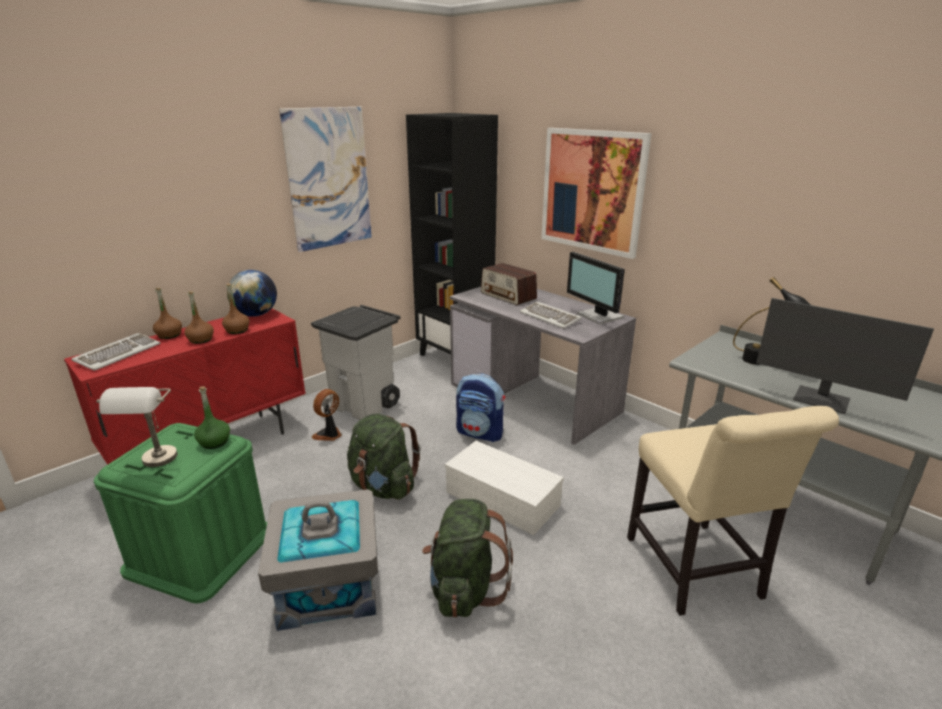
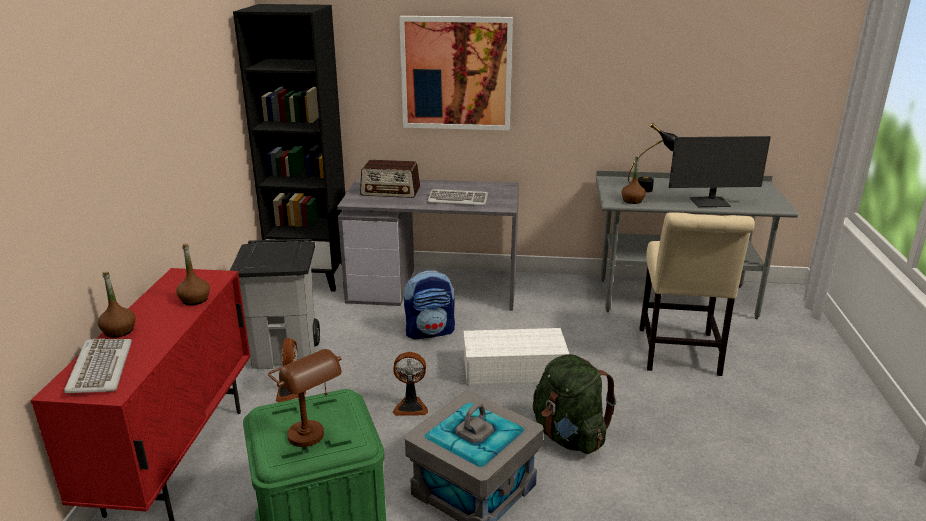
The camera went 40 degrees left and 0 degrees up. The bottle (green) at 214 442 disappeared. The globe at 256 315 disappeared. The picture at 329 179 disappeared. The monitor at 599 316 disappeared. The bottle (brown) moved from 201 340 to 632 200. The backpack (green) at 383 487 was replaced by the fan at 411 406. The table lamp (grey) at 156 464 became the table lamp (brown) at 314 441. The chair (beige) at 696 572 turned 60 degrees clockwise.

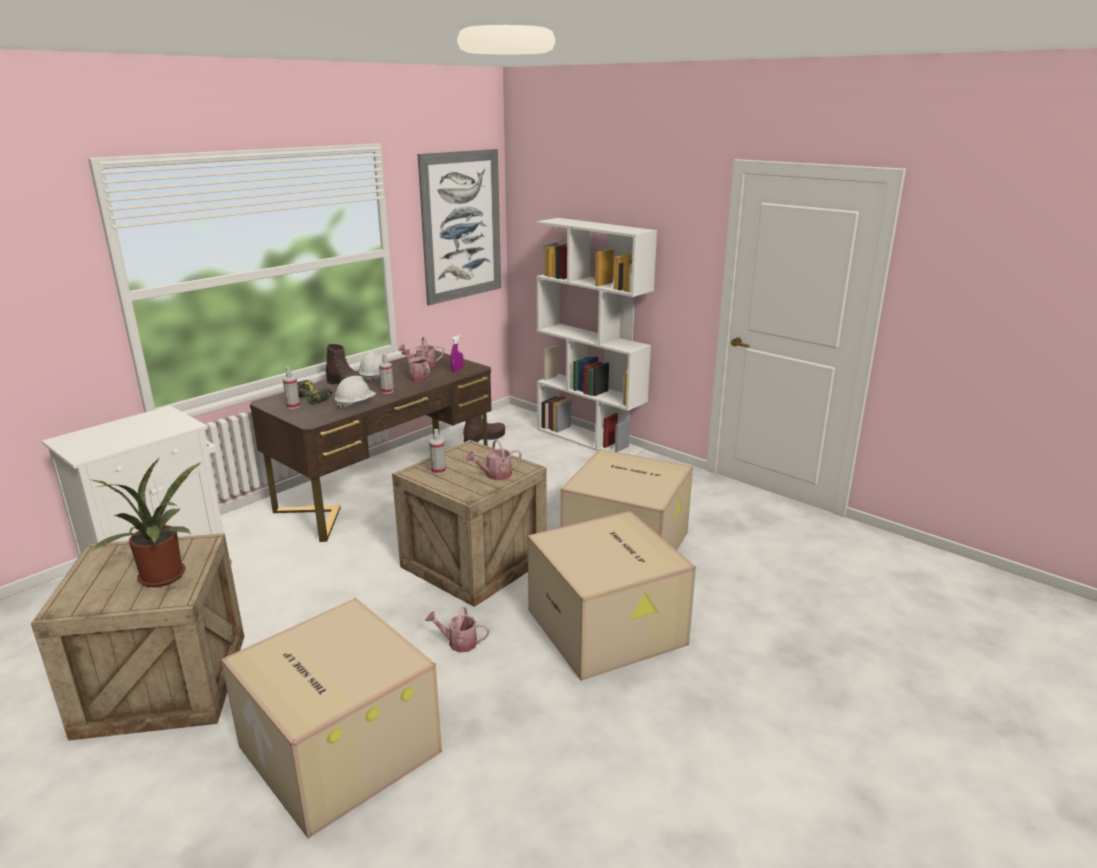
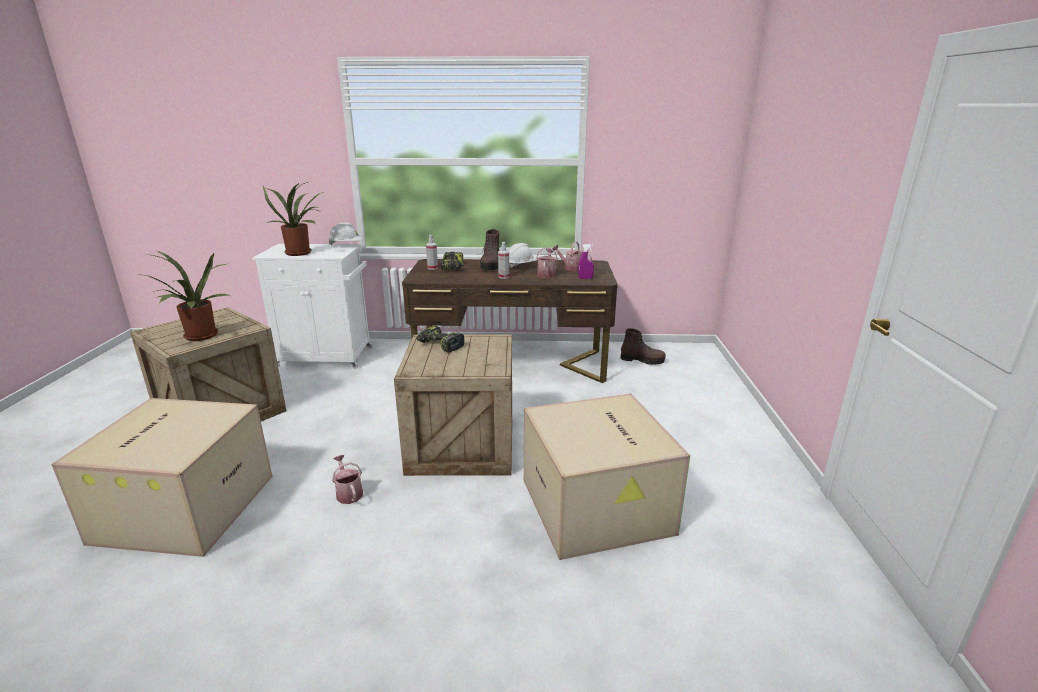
The camera went 50 degrees right and 0 degrees up. The picture at 461 226 disappeared. The watering can at 495 475 disappeared. The cardboard box at 608 627 disappeared. The bookcase (white) at 590 440 disappeared. The potted plant at 300 252 appeared. The hard hat (white) moved from 355 404 to 346 245. The spray bottle at 438 471 was replaced by the power drill at 439 345.

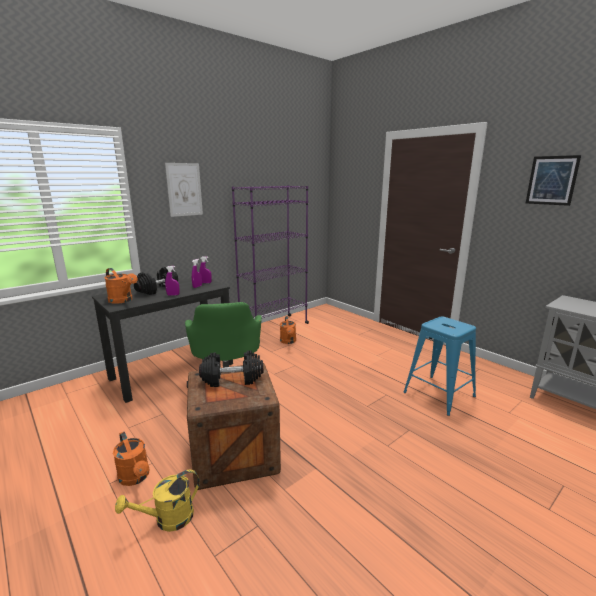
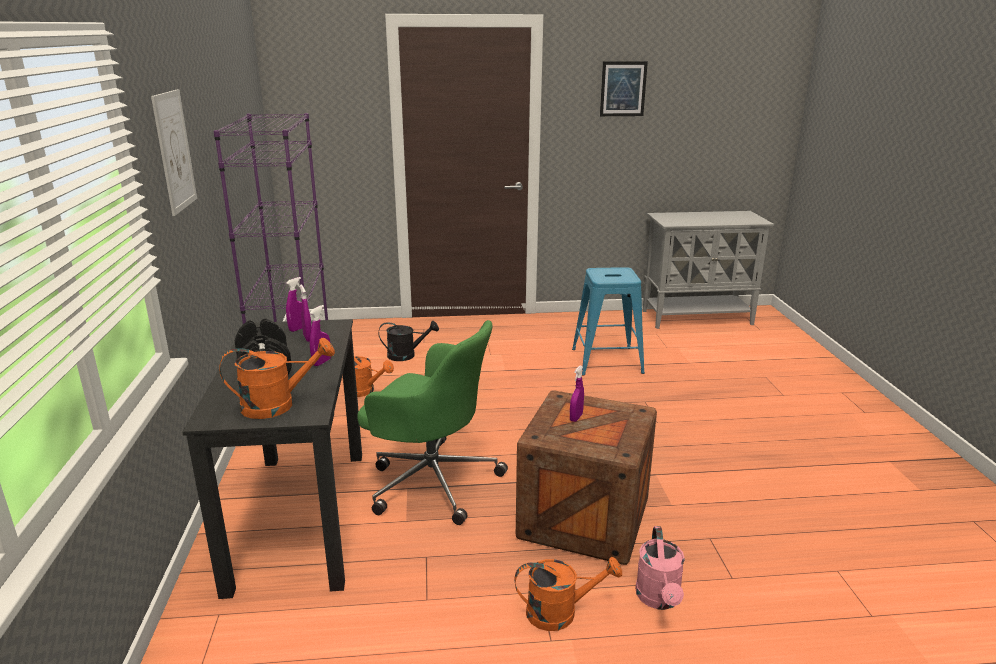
The camera went 55 degrees left and 5 degrees up. The watering can (black) at 406 355 appeared. The dumbbell (black) at 232 379 was replaced by the spray bottle (purple) at 576 418. The watering can (yellow) at 167 520 became the watering can (pink) at 659 599.

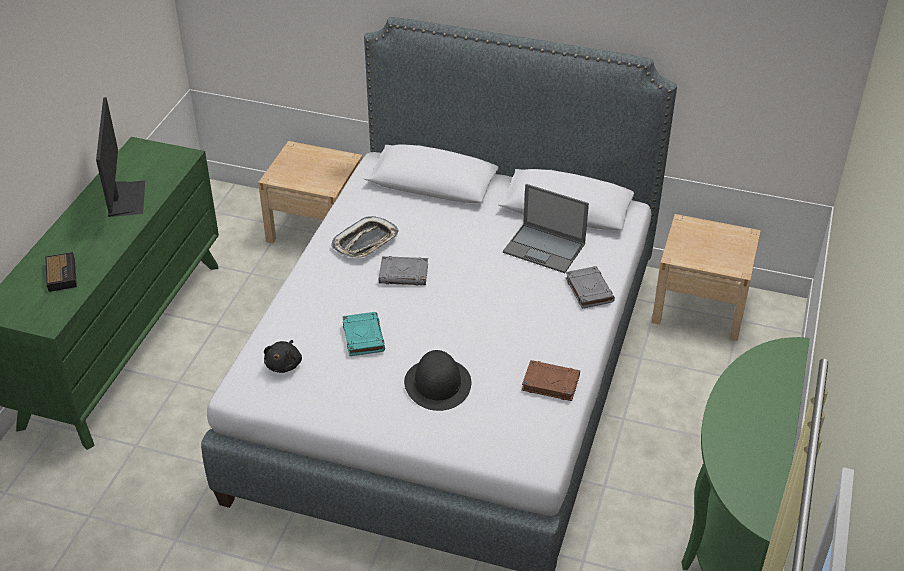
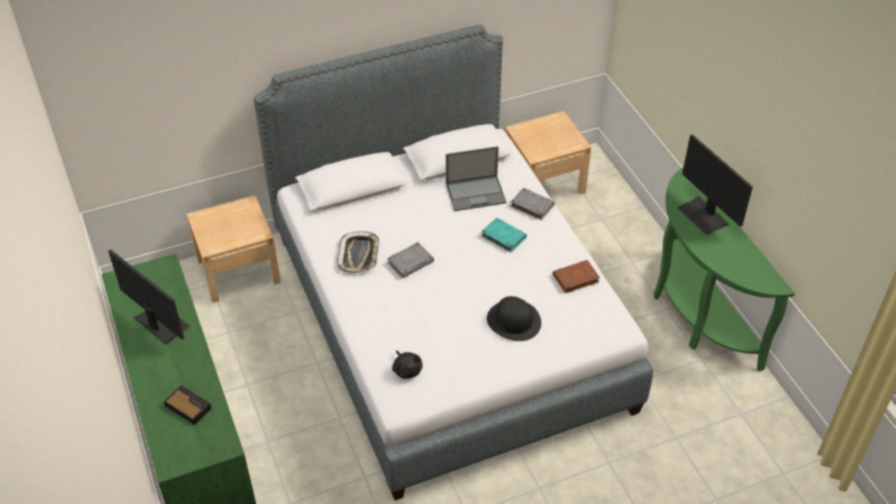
The camera went 40 degrees left and 5 degrees up. The monitor at 703 215 appeared. The book (turquoise) moved from 363 336 to 503 237.

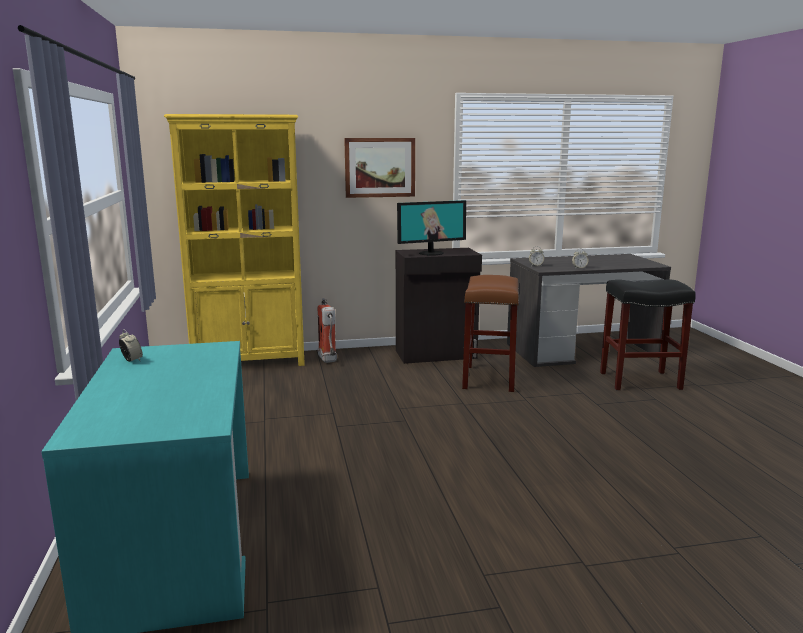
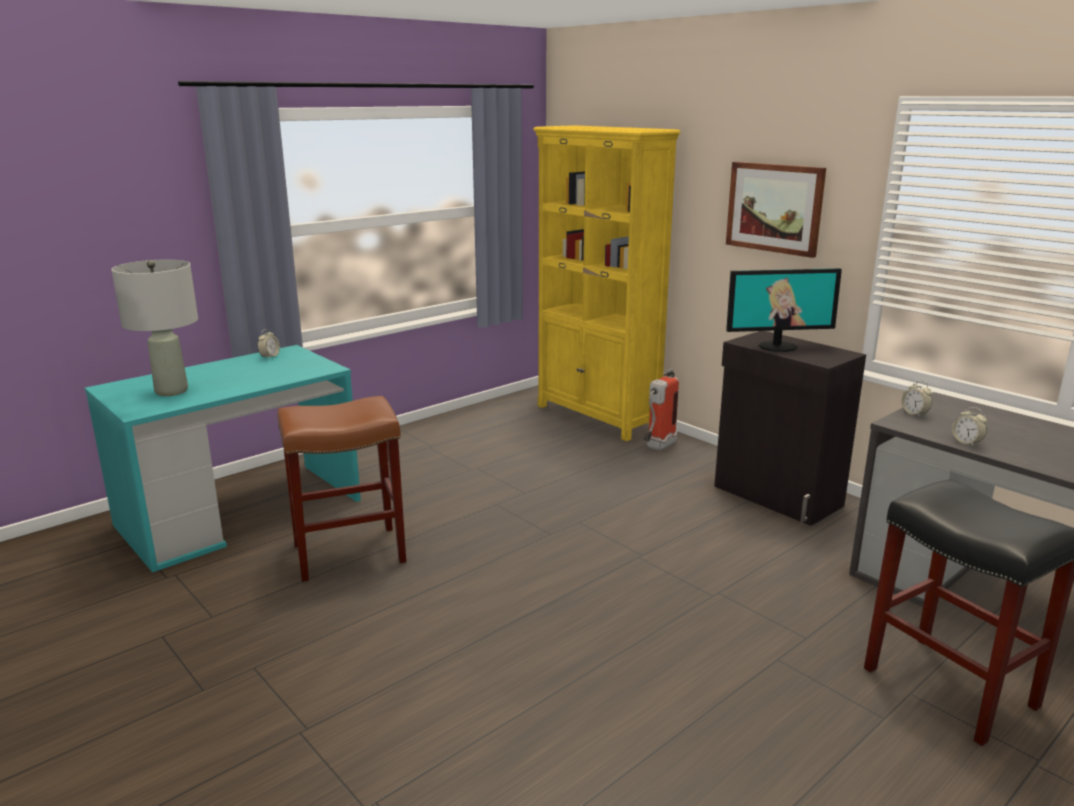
The camera went 60 degrees right and 5 degrees up. The table lamp (grey) at 171 391 appeared. The stool (brown) moved from 489 379 to 347 553. The monitor at 431 253 turned 45 degrees counterclockwise.

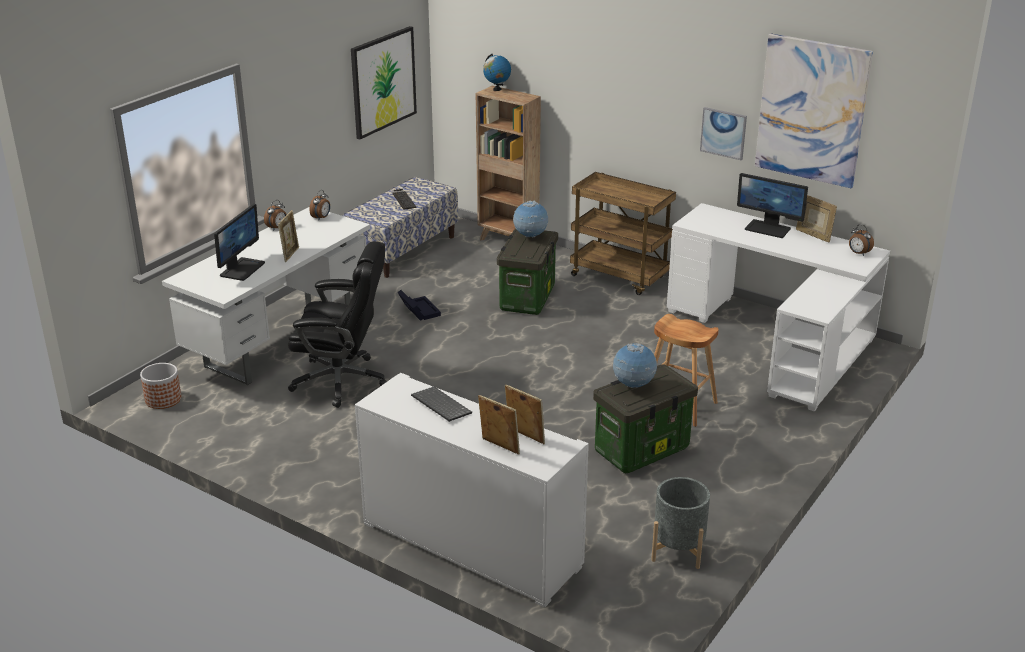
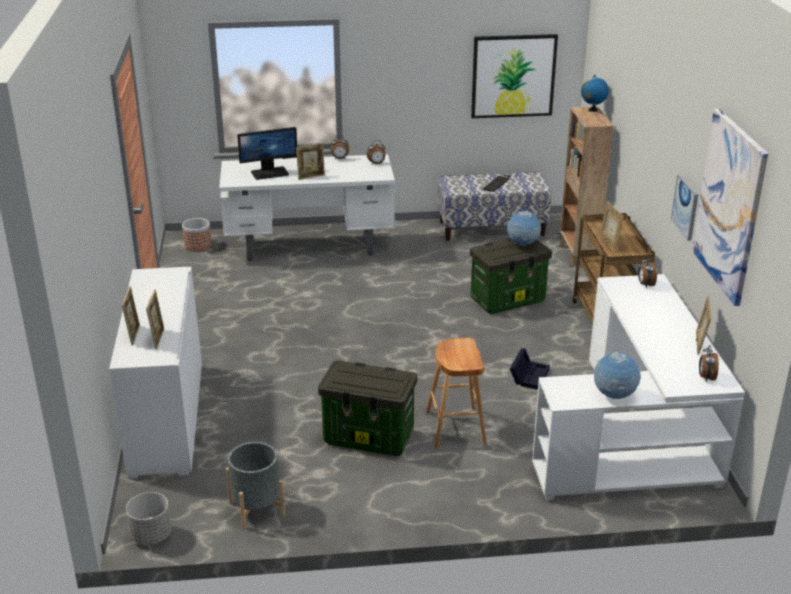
The camera went 50 degrees right and 0 degrees up. The office chair (black) at 342 381 disappeared. The keyboard at 439 405 disappeared. The monitor at 768 228 disappeared. The planter (grey) at 151 535 appeared. The picture frame at 609 242 appeared. The alarm clock at 645 284 appeared. The storage box (black) moved from 418 310 to 529 375. The globe moved from 633 386 to 614 396.

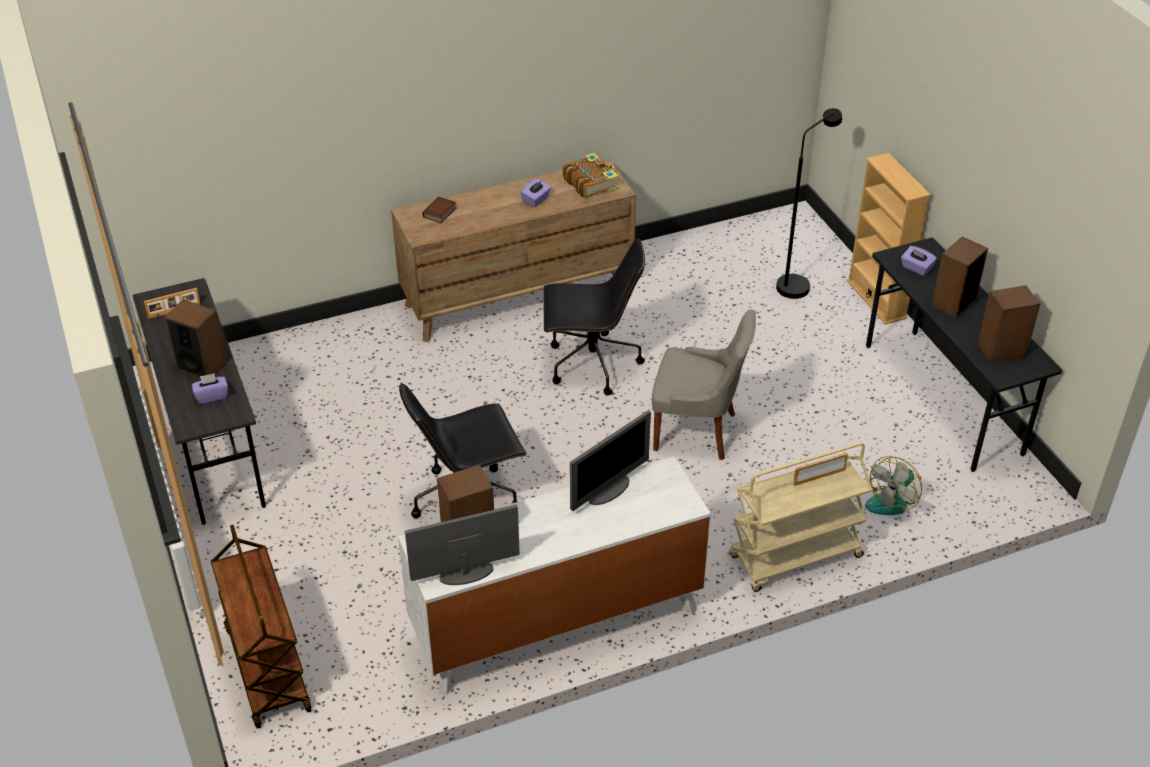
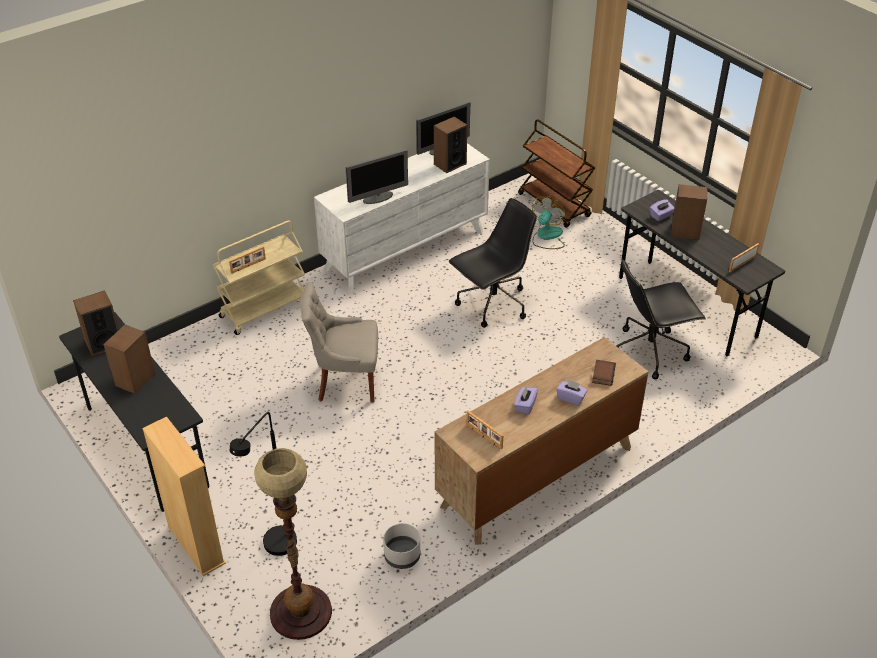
The camera went 165 degrees right and 0 degrees up. The floor lamp at 300 612 appeared. The planter (grey) at 401 556 appeared. The office chair (black) moved from 591 364 to 650 351. The fan moved from 892 500 to 547 237. The tissue box (purple) moved from 916 268 to 571 398. The book at 590 183 was replaced by the picture frame at 483 436. The monitor at 609 490 turned 150 degrees counterclockwise.

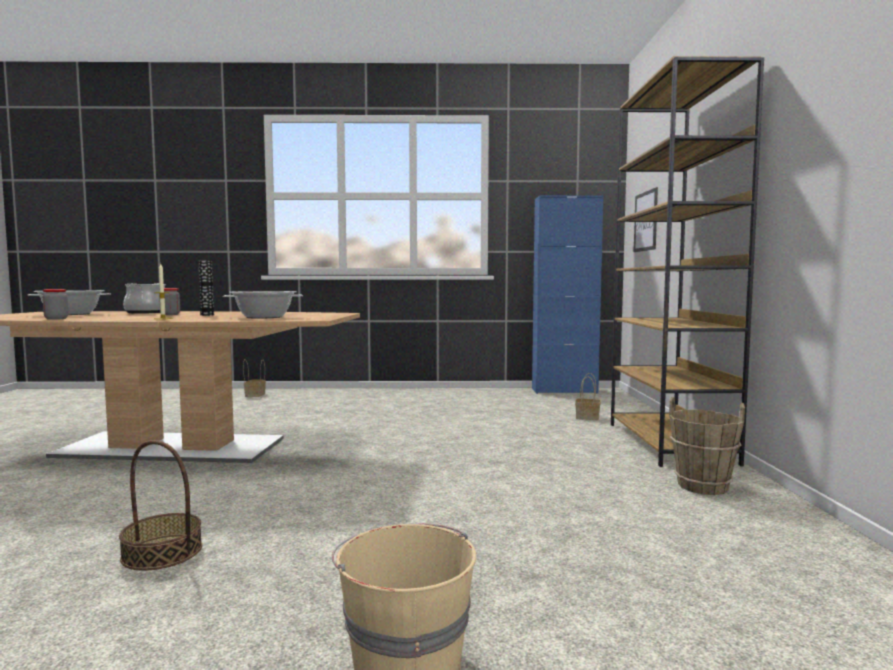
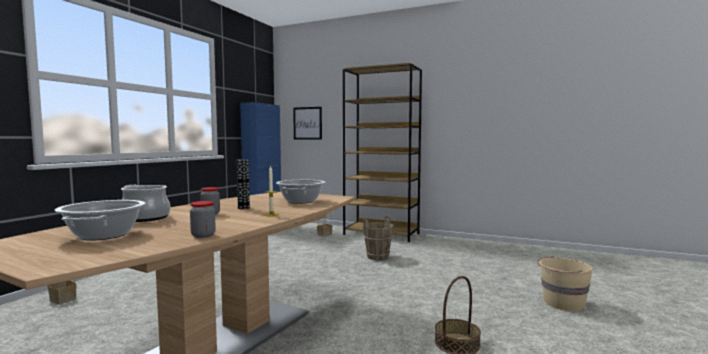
The camera went 65 degrees left and 0 degrees up. The bucket (brown) moved from 702 486 to 378 257.

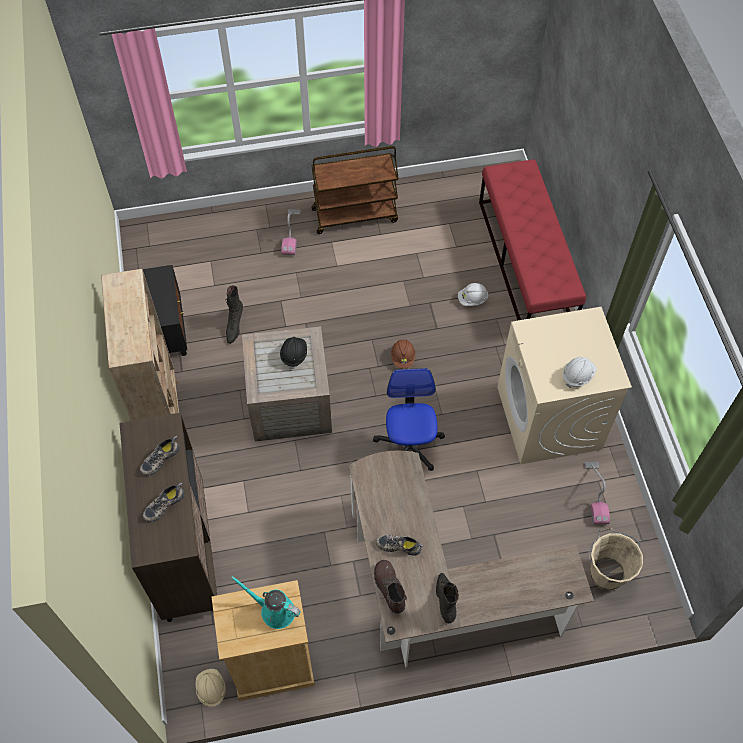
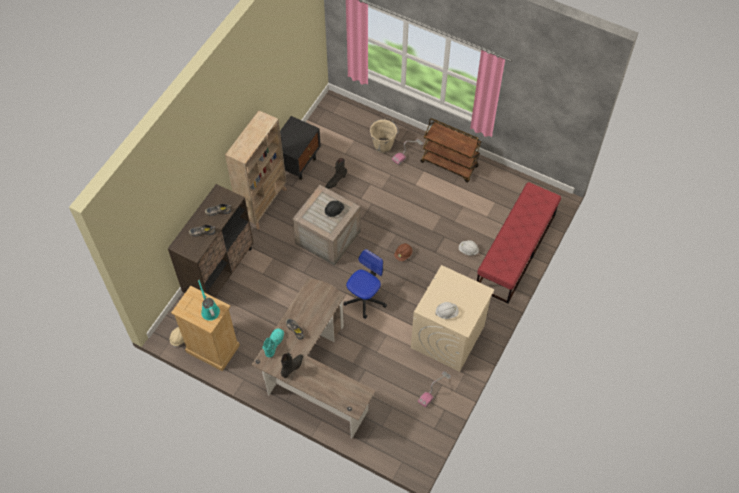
The camera went 40 degrees right and 0 degrees up. The bucket (beige) moved from 606 572 to 383 145. The boot (brown) at 389 588 became the boot (turquoise) at 273 344.

